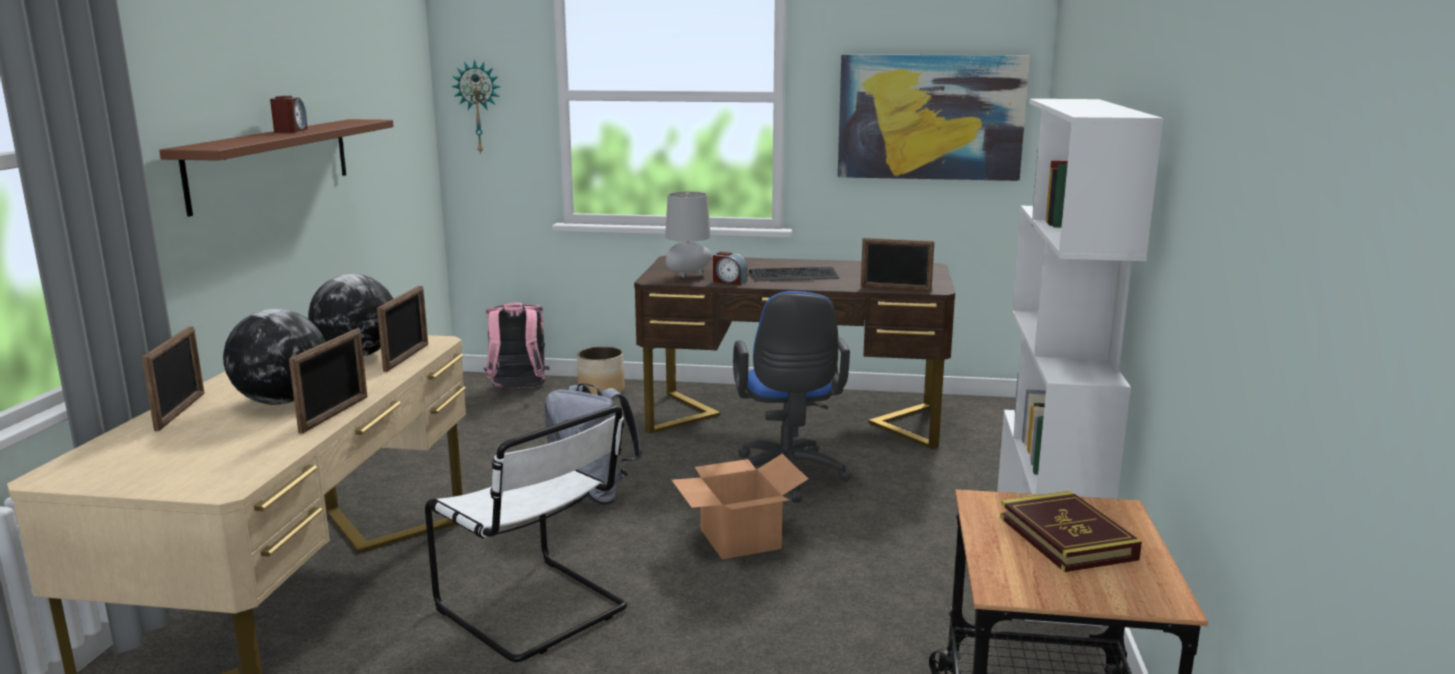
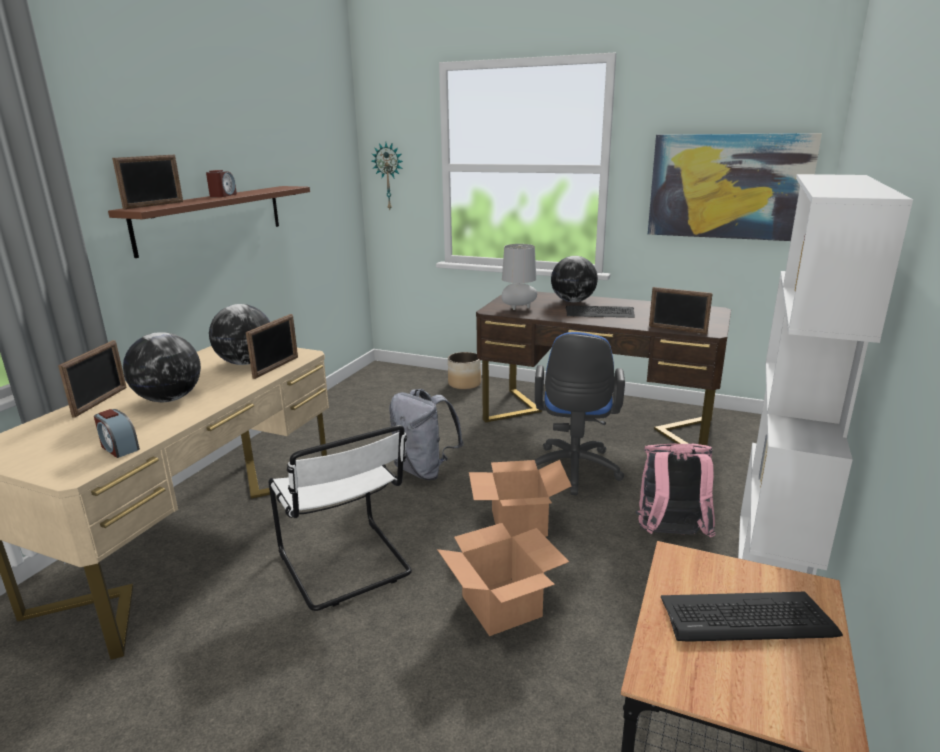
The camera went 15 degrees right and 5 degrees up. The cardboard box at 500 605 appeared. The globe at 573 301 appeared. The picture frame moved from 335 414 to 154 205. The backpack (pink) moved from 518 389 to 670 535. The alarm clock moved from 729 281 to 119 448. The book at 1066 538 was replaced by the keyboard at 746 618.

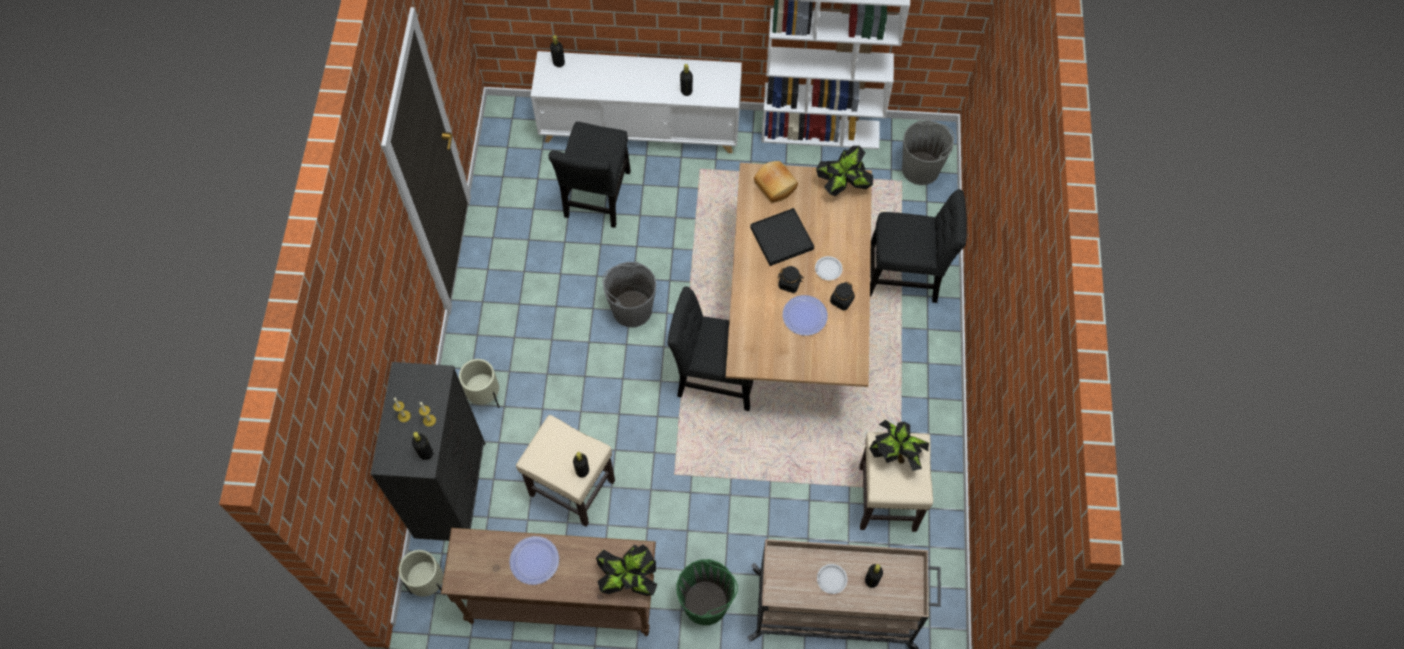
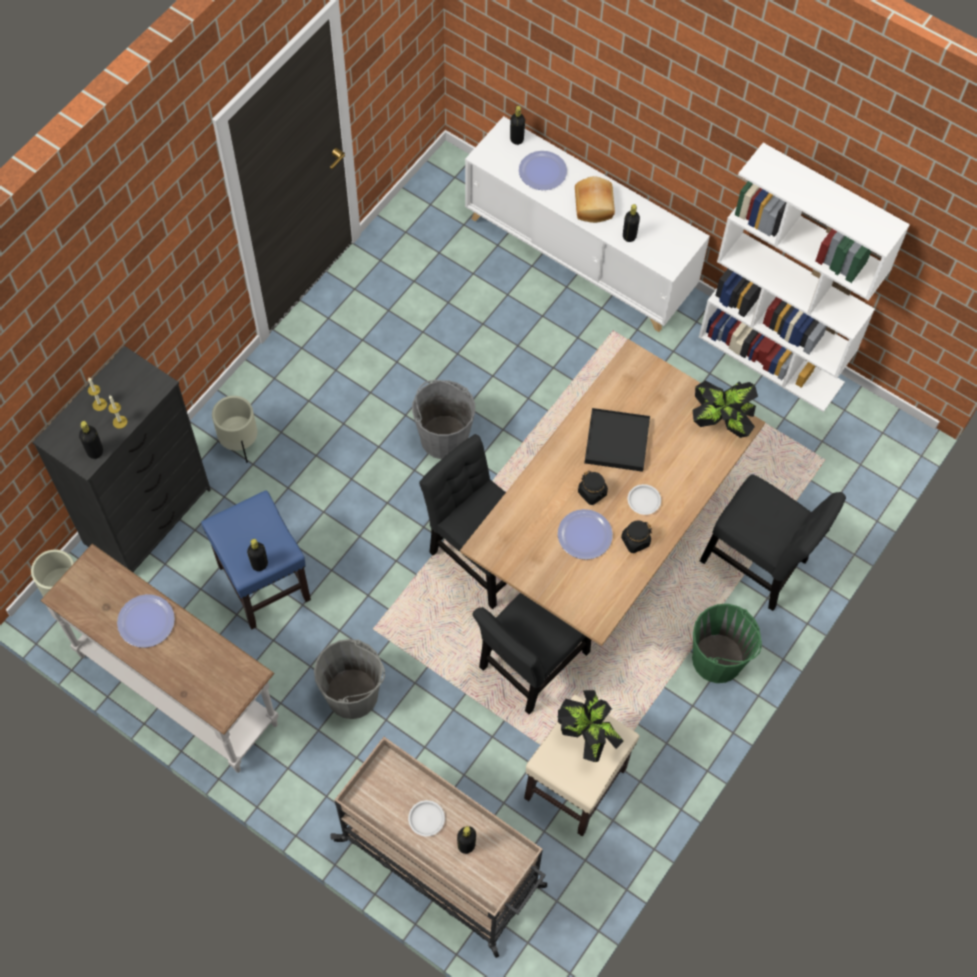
The camera went 30 degrees right and 0 degrees up. The potted plant at 629 579 disappeared. The plate at 542 171 appeared. The chair (black) moved from 597 198 to 531 665. The bucket (green) moved from 706 603 to 718 659. The bread moved from 776 185 to 595 206. The bucket (grey) moved from 921 169 to 353 694. The console table (brown) at 562 601 became the console table (white) at 179 688. The stool (beige) at 571 487 became the stool (blue) at 263 582.

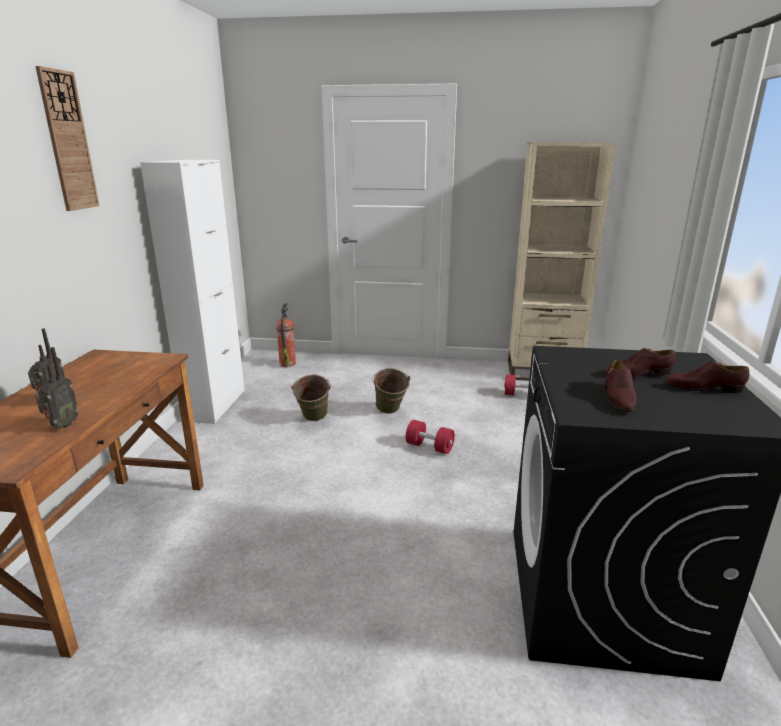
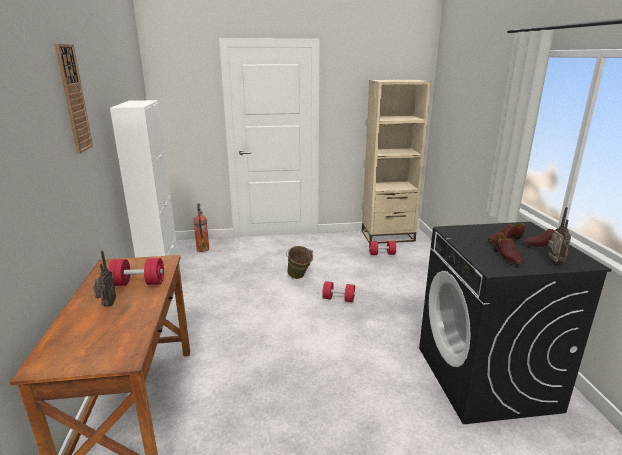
The camera went 15 degrees left and 0 degrees up. The bucket (green) at 313 420 disappeared. The dumbbell (red) at 139 283 appeared. The radio moved from 61 426 to 554 262.

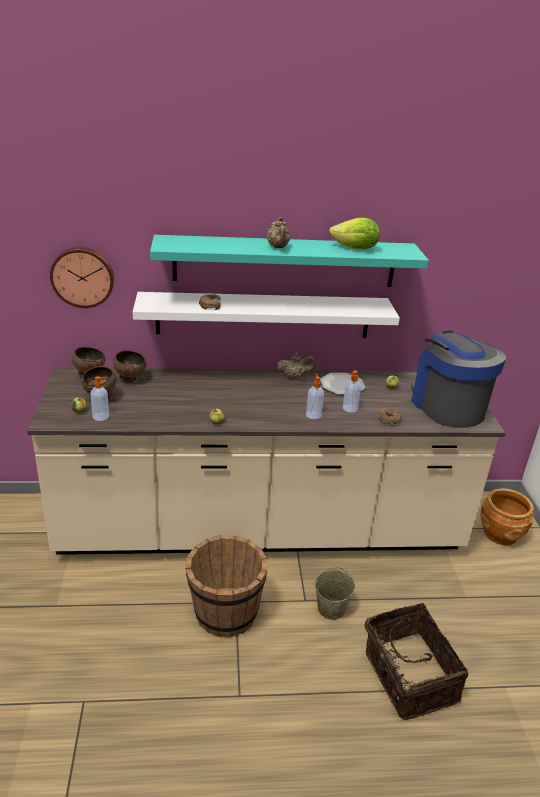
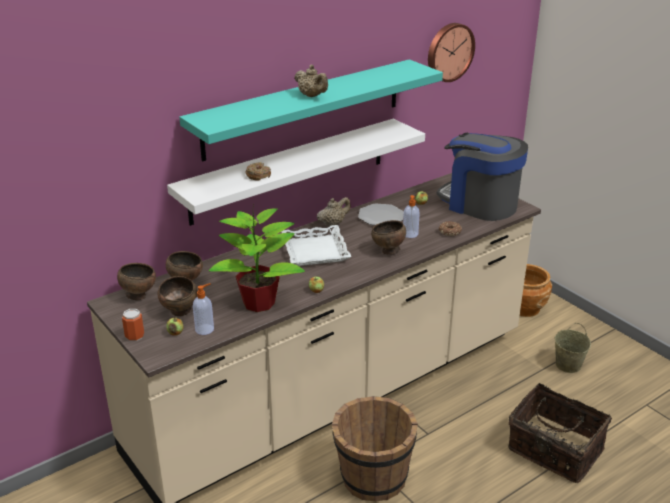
The camera went 30 degrees left and 0 degrees up. The lettuce at 355 249 disappeared. The can at 134 336 appeared. The potted plant at 259 302 appeared. The tray (white) at 316 251 appeared. The wall clock moved from 83 276 to 449 52. The bucket (beige) moved from 331 608 to 567 365. The soap dispenser at 313 414 was replaced by the bowl (brown) at 388 251.

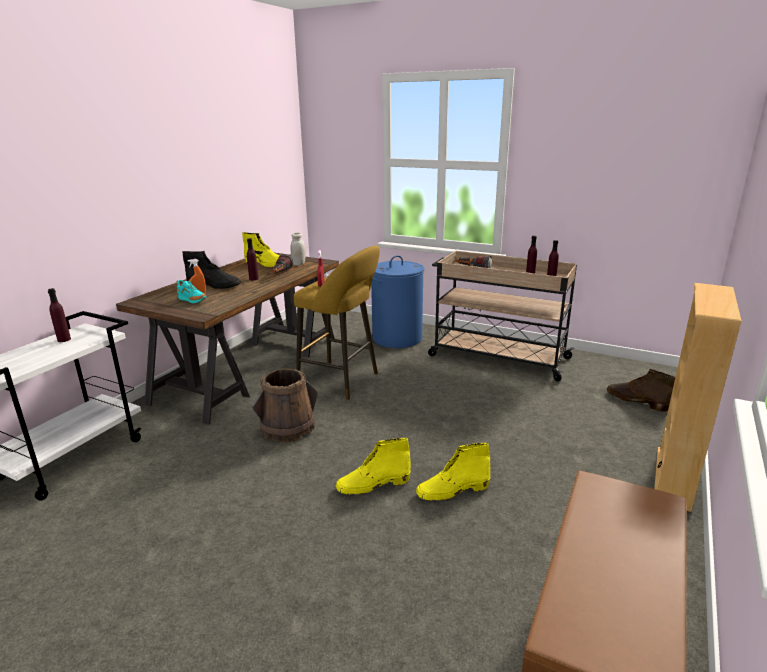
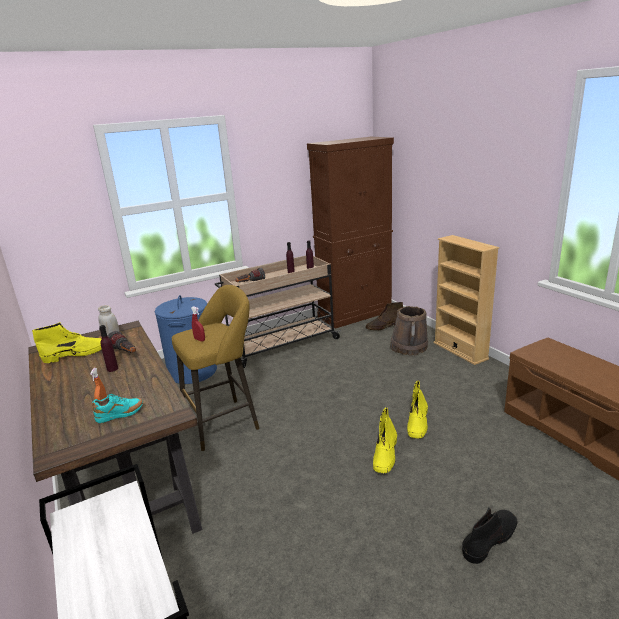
The camera went 55 degrees left and 0 degrees up. The bottle (purple) at 64 339 disappeared. The cabinet (brown) at 355 314 appeared. The boot (black) moved from 214 285 to 490 539. The bucket (brown) moved from 287 428 to 409 347.

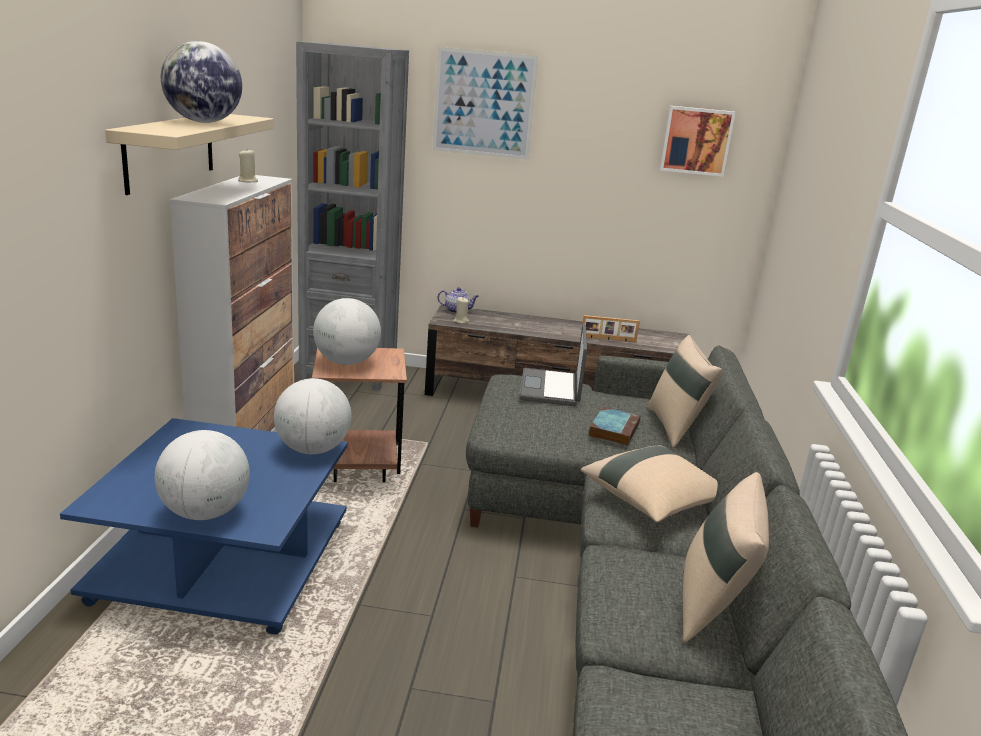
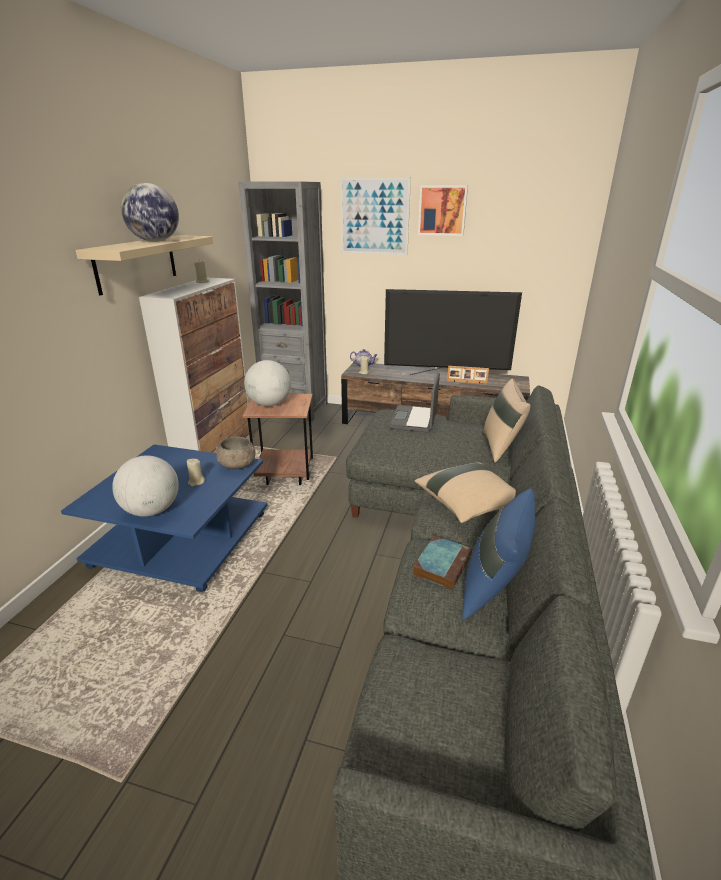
The camera went 10 degrees right and 5 degrees up. The candle (beige) at 196 482 appeared. The television at 445 376 appeared. The book moved from 613 430 to 442 564. The picture moved from 696 141 to 442 210. The globe at 313 449 was replaced by the bowl (grey) at 237 465. The pillow (beige) at 712 606 became the pillow (blue) at 493 590.

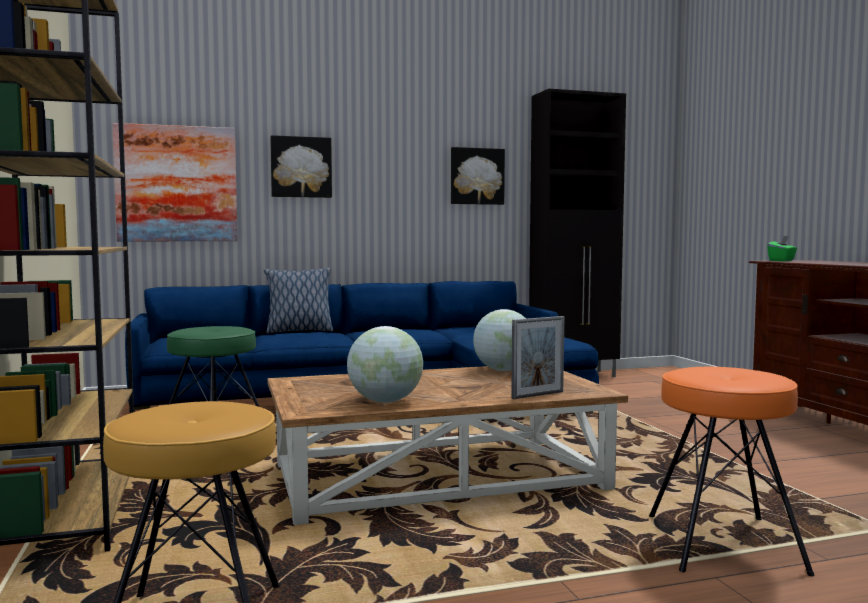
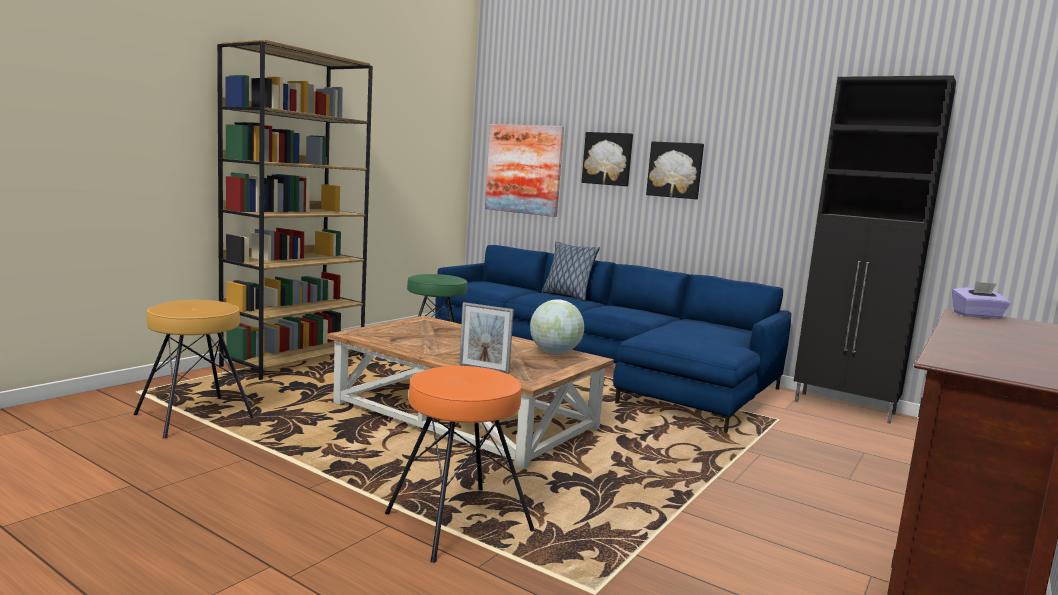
The camera went 50 degrees right and 5 degrees up. The globe at 385 401 disappeared. The picture moved from 476 176 to 675 170. The tissue box (green) at 782 260 became the tissue box (purple) at 977 316.

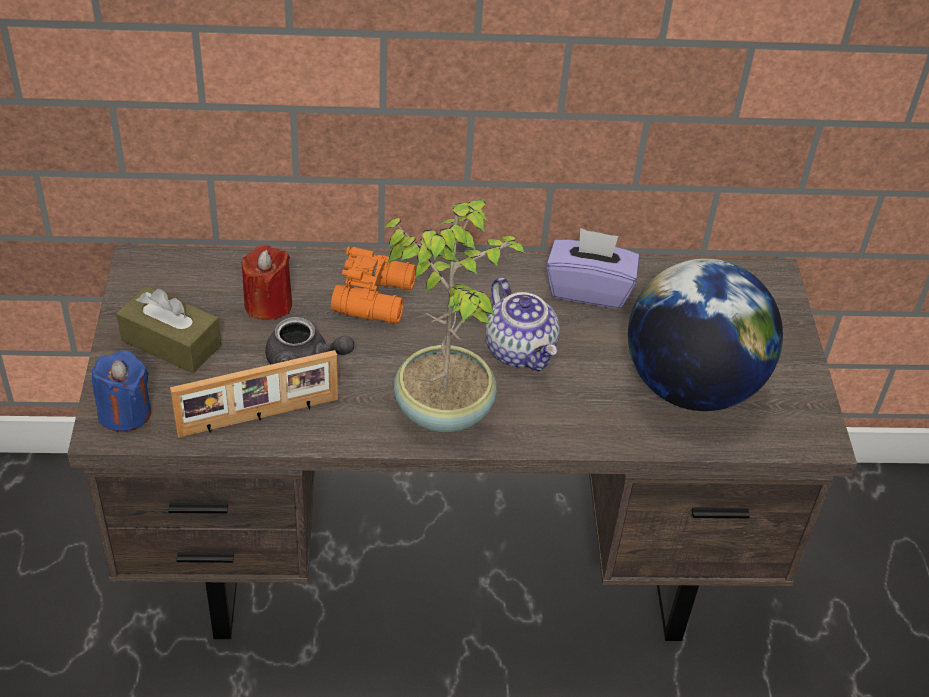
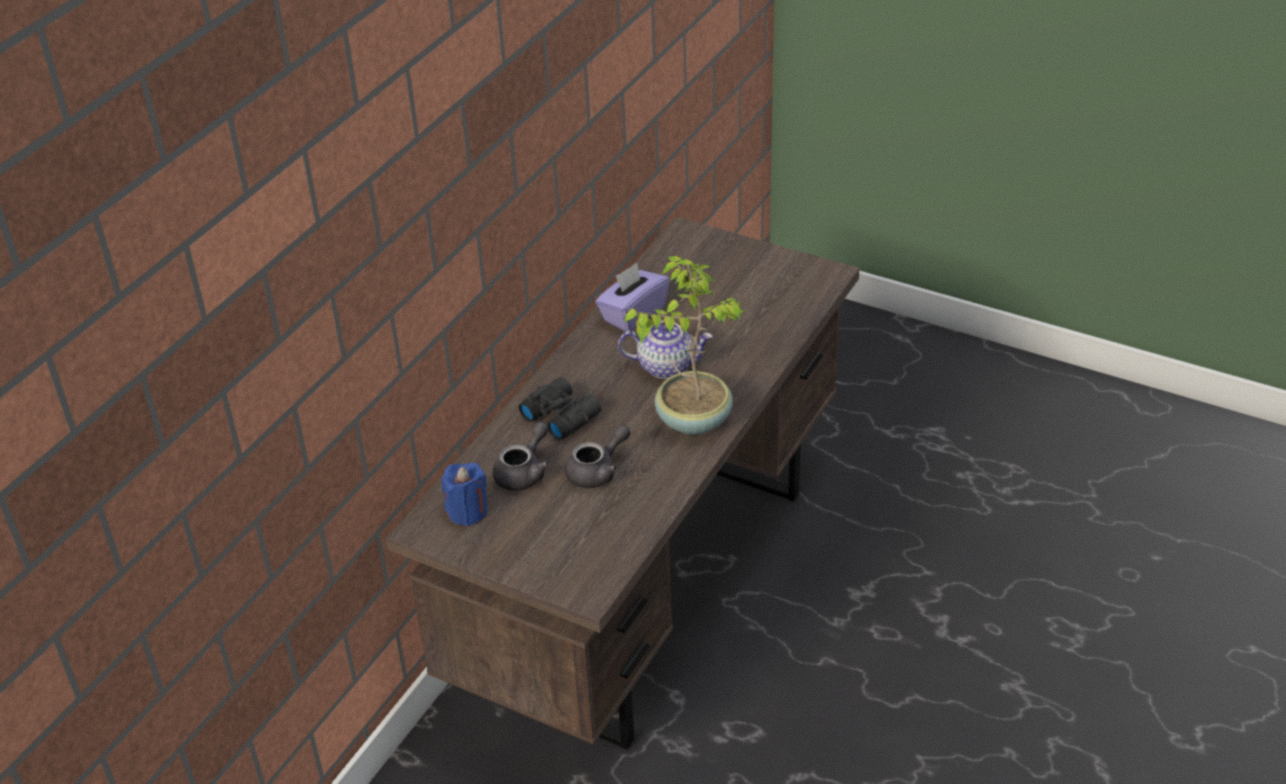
The camera went 55 degrees left and 5 degrees down. The tissue box (brown) at 171 343 disappeared. The picture frame at 259 417 disappeared. The globe at 691 386 disappeared. The candle (blue) moved from 125 413 to 467 511. The candle (red) at 268 304 was replaced by the teapot (grey) at 524 472. The binoculars (orange) at 377 297 became the binoculars (black) at 560 415.

